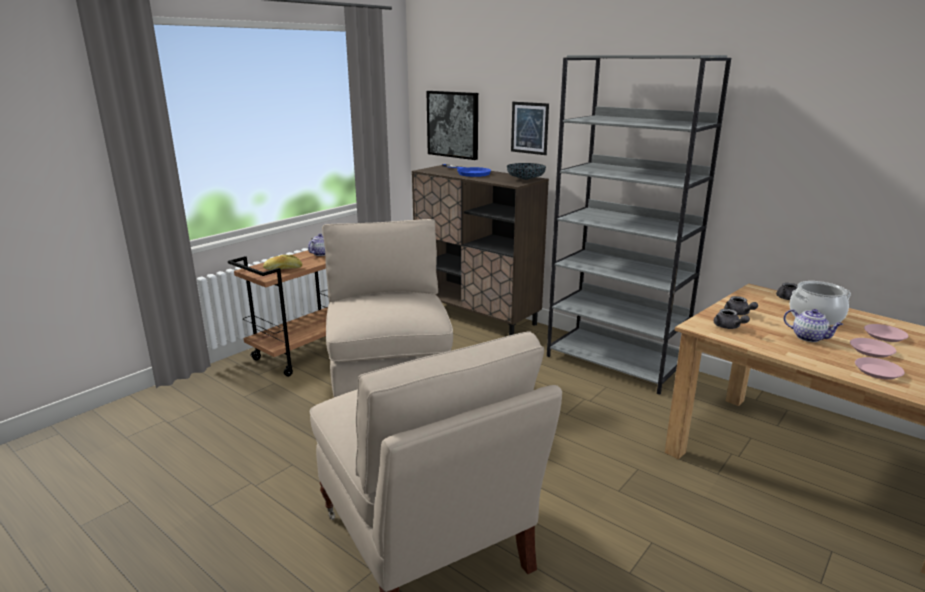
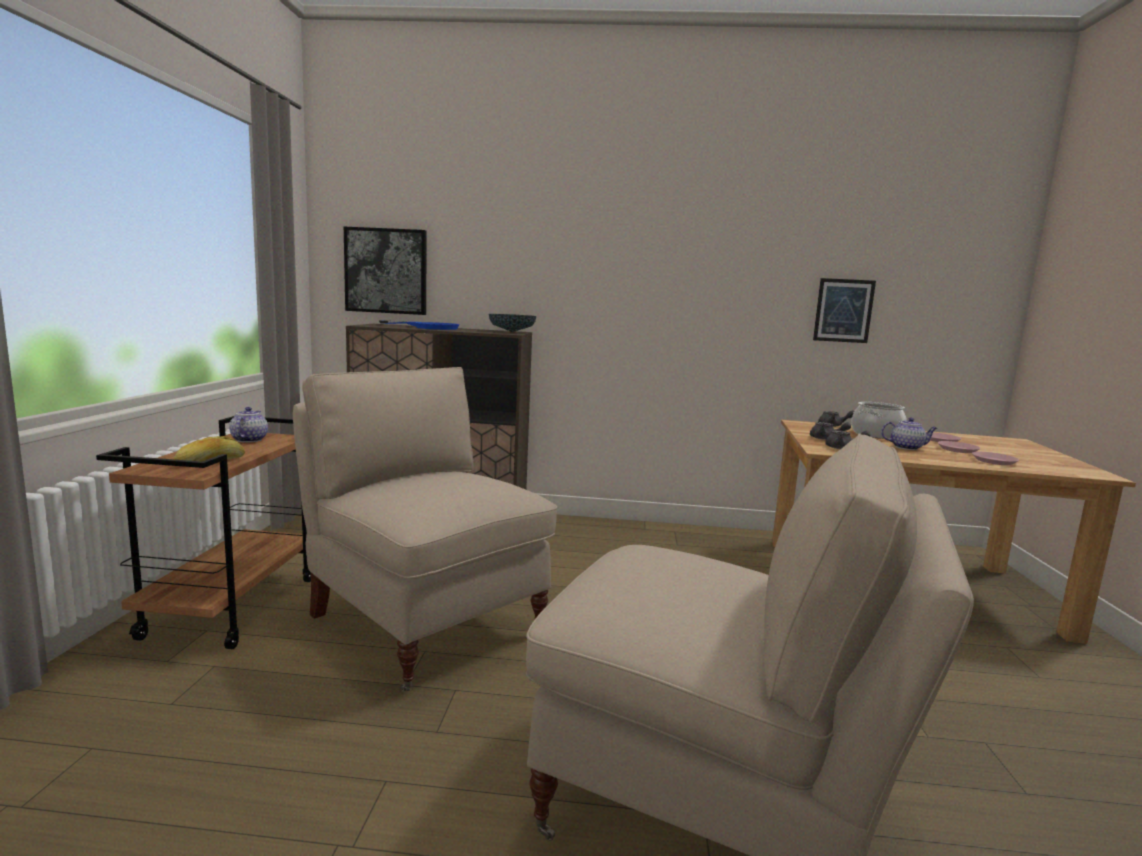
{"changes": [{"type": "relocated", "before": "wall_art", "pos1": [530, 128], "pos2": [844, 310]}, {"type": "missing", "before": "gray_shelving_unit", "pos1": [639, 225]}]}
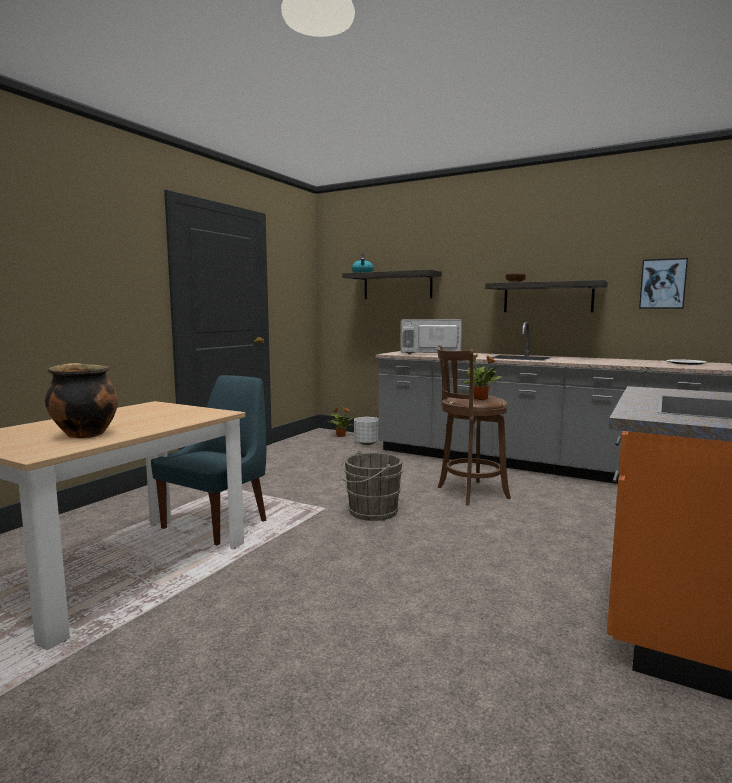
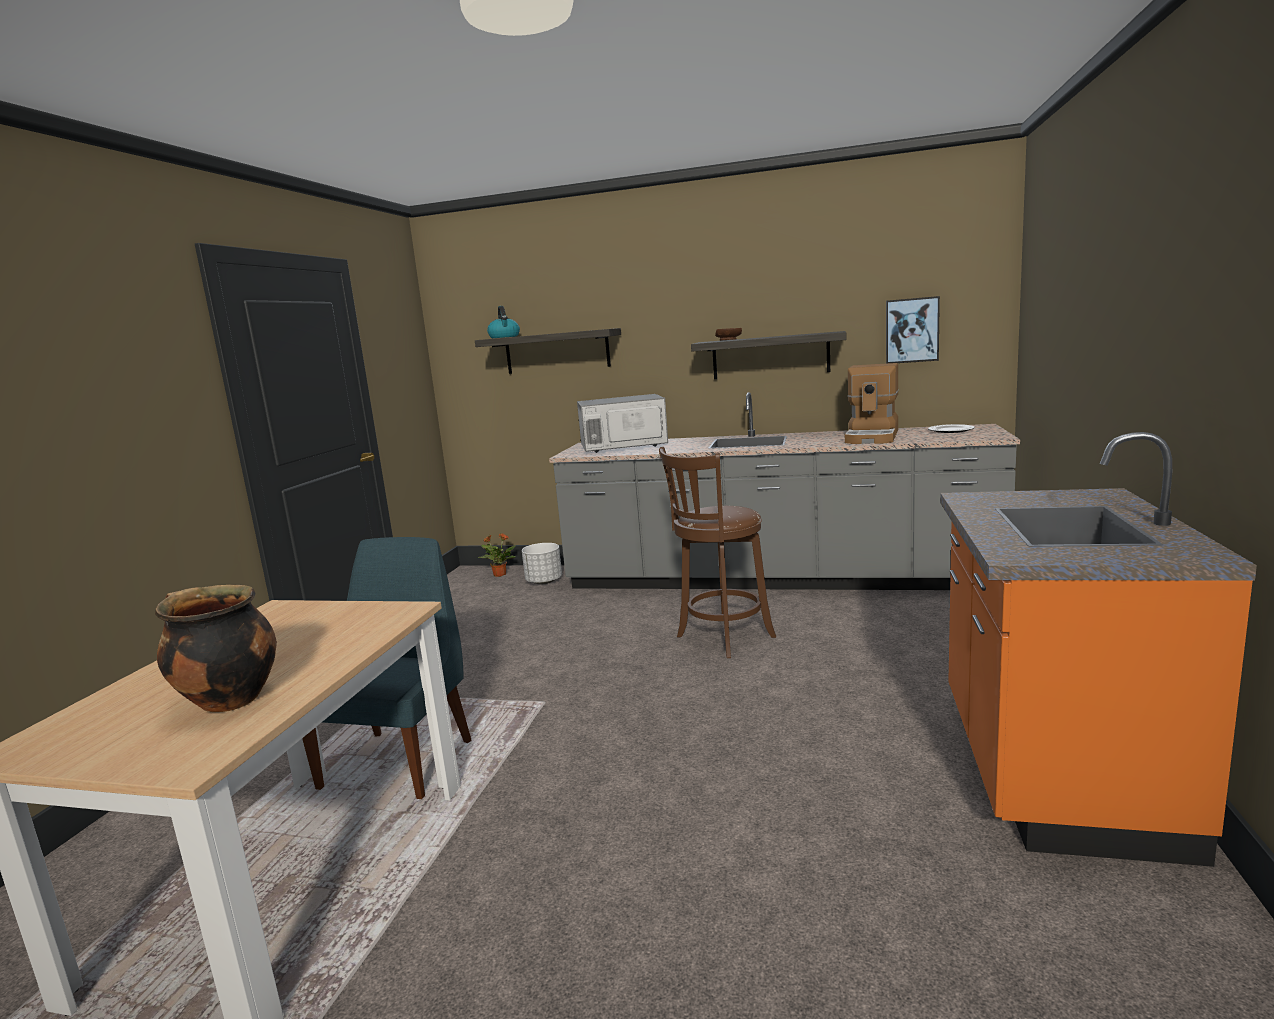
{"changes": [{"type": "missing", "before": "gray_bucket", "pos1": [370, 486]}, {"type": "missing", "before": "potted_plant", "pos1": [482, 377]}, {"type": "appeared", "after": "coffee_machine", "pos2": [872, 403]}]}
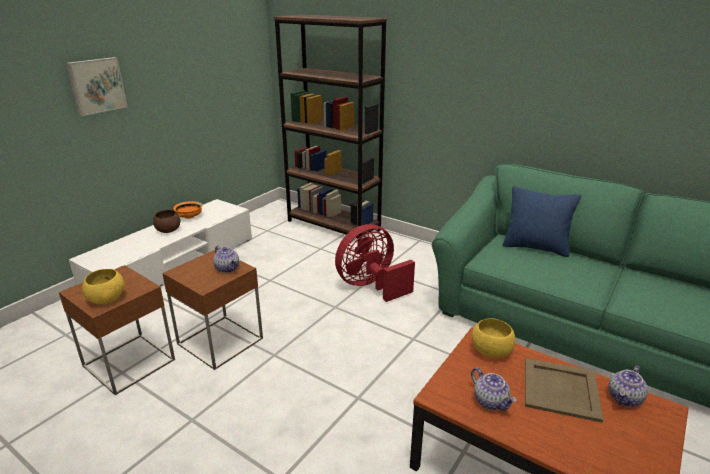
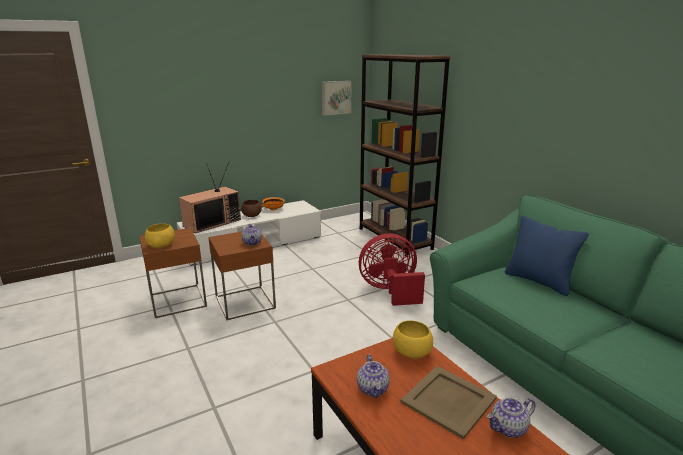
{"changes": [{"type": "relocated", "before": "wall_art", "pos1": [96, 86], "pos2": [336, 98]}, {"type": "appeared", "after": "TV_set", "pos2": [210, 197]}]}
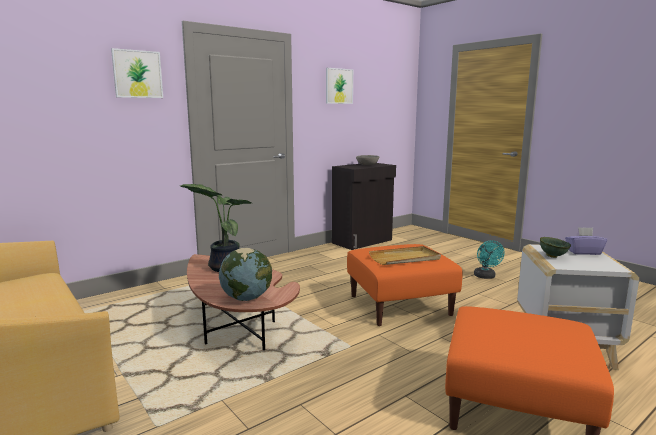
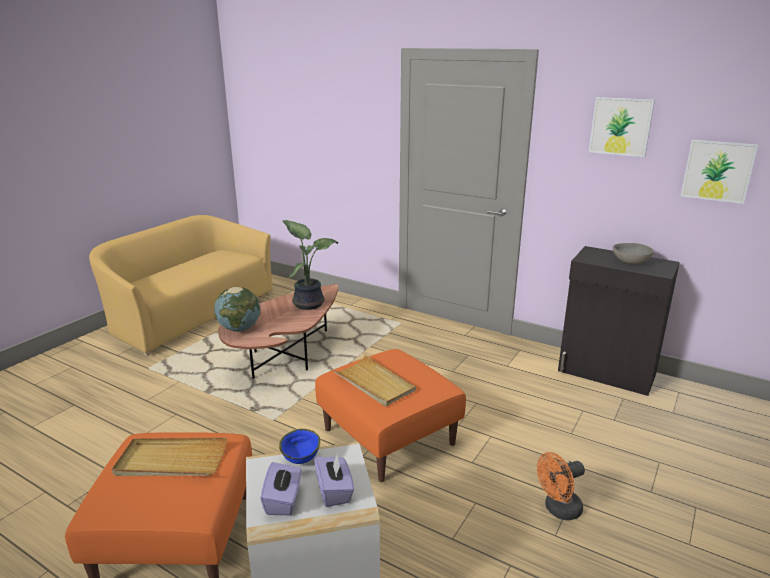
{"changes": [{"type": "relocated", "before": "wall_art", "pos1": [137, 73], "pos2": [719, 172]}, {"type": "colour", "before": "blue-green_cooling_fan", "after": "orange_cooling_fan", "pos1": [489, 259], "pos2": [561, 486]}, {"type": "colour", "before": "greenish_serving_bowl", "after": "bluish_serving_bowl", "pos1": [555, 247], "pos2": [299, 446]}, {"type": "appeared", "after": "beige_tray", "pos2": [169, 456]}, {"type": "appeared", "after": "purplish_tissue_box", "pos2": [281, 488]}]}
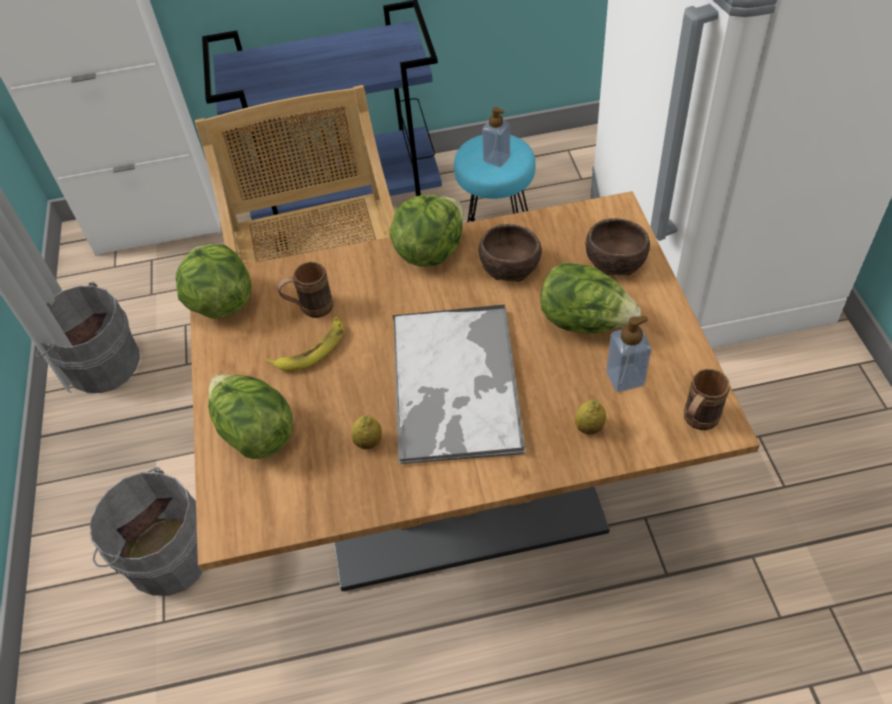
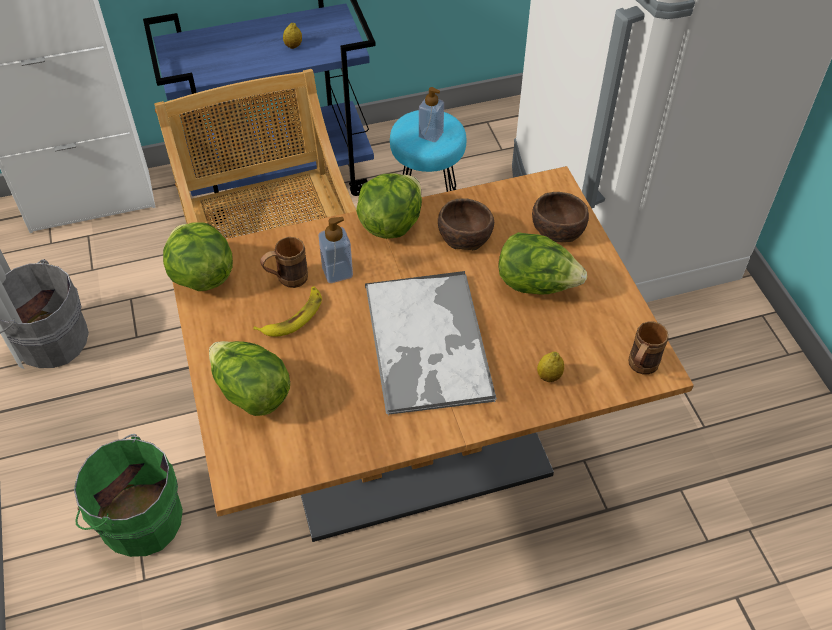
{"changes": [{"type": "colour", "before": "gray_bucket", "after": "greenish_bucket", "pos1": [147, 531], "pos2": [128, 495]}, {"type": "relocated", "before": "citrus_fruit", "pos1": [366, 432], "pos2": [292, 36]}, {"type": "relocated", "before": "soap_bottle", "pos1": [628, 354], "pos2": [335, 250]}]}
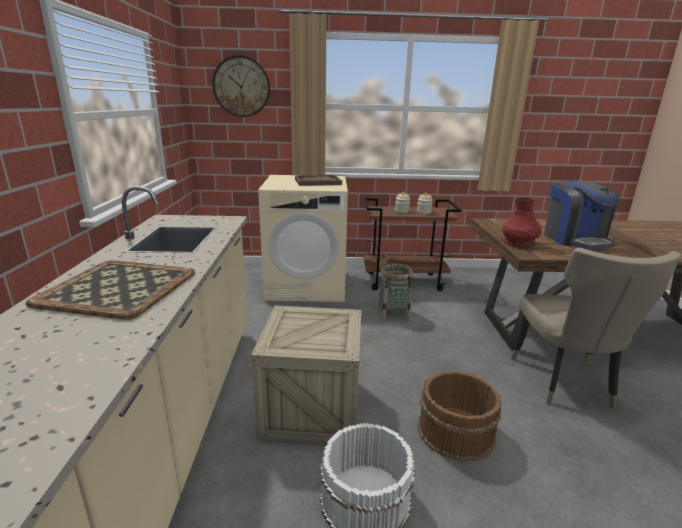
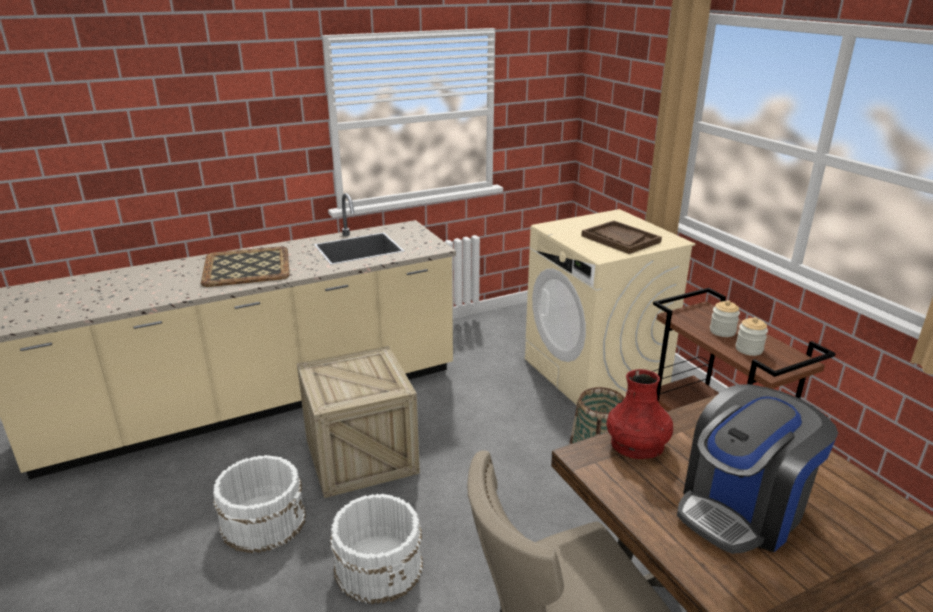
{"changes": [{"type": "missing", "before": "clock_on_the_wall", "pos1": [241, 86]}, {"type": "colour", "before": "brownish_bucket", "after": "white_bucket", "pos1": [459, 416], "pos2": [376, 549]}]}
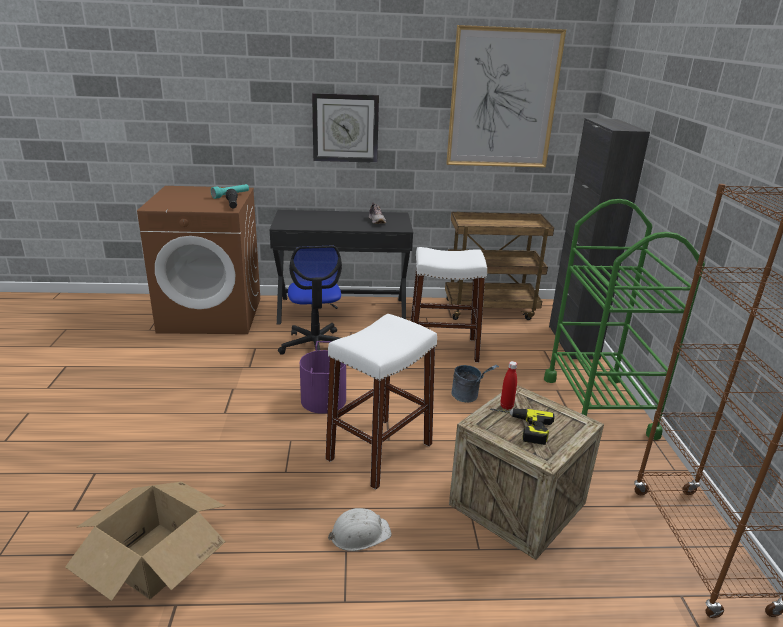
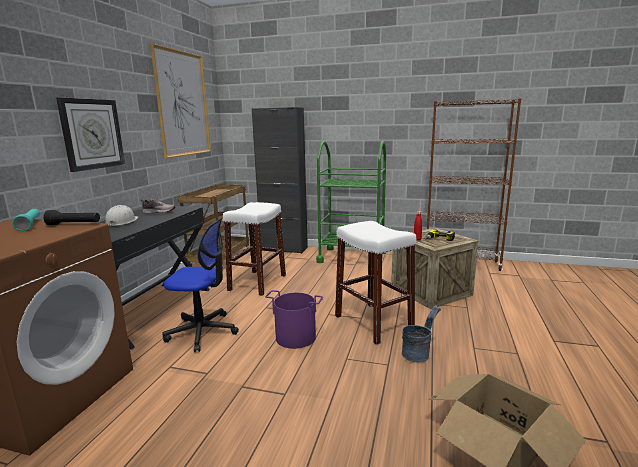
{"changes": [{"type": "relocated", "before": "white_work_helmet", "pos1": [360, 529], "pos2": [121, 216]}, {"type": "relocated", "before": "gray_bucket", "pos1": [475, 383], "pos2": [421, 333]}]}
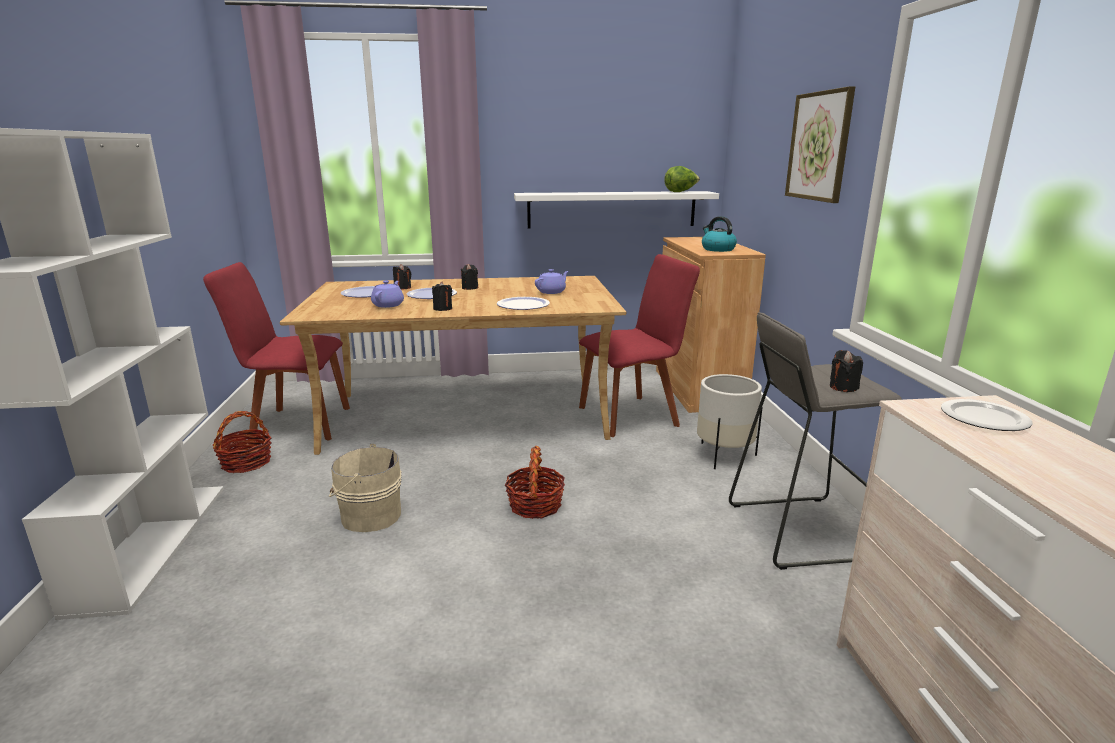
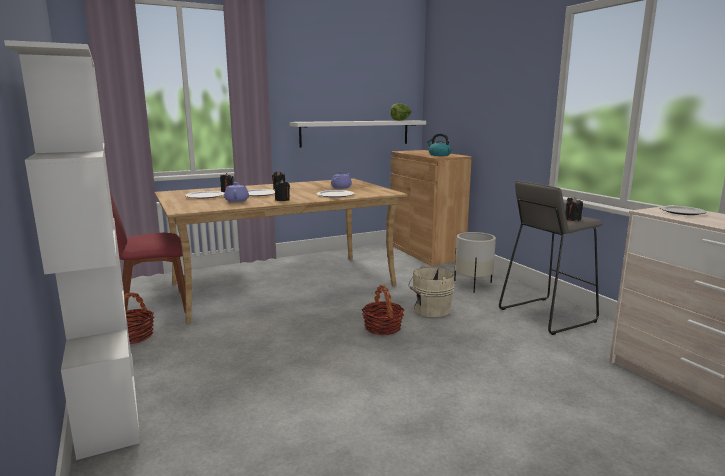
{"changes": [{"type": "relocated", "before": "beige_bucket", "pos1": [365, 487], "pos2": [431, 291]}, {"type": "missing", "before": "reddish_chair", "pos1": [639, 345]}, {"type": "missing", "before": "wall_art", "pos1": [820, 144]}]}
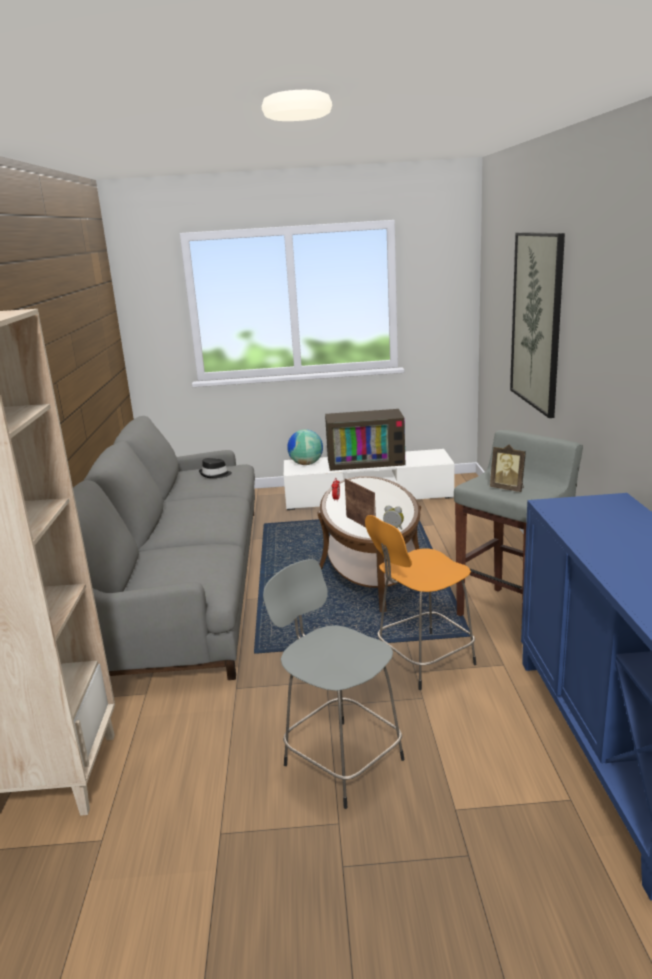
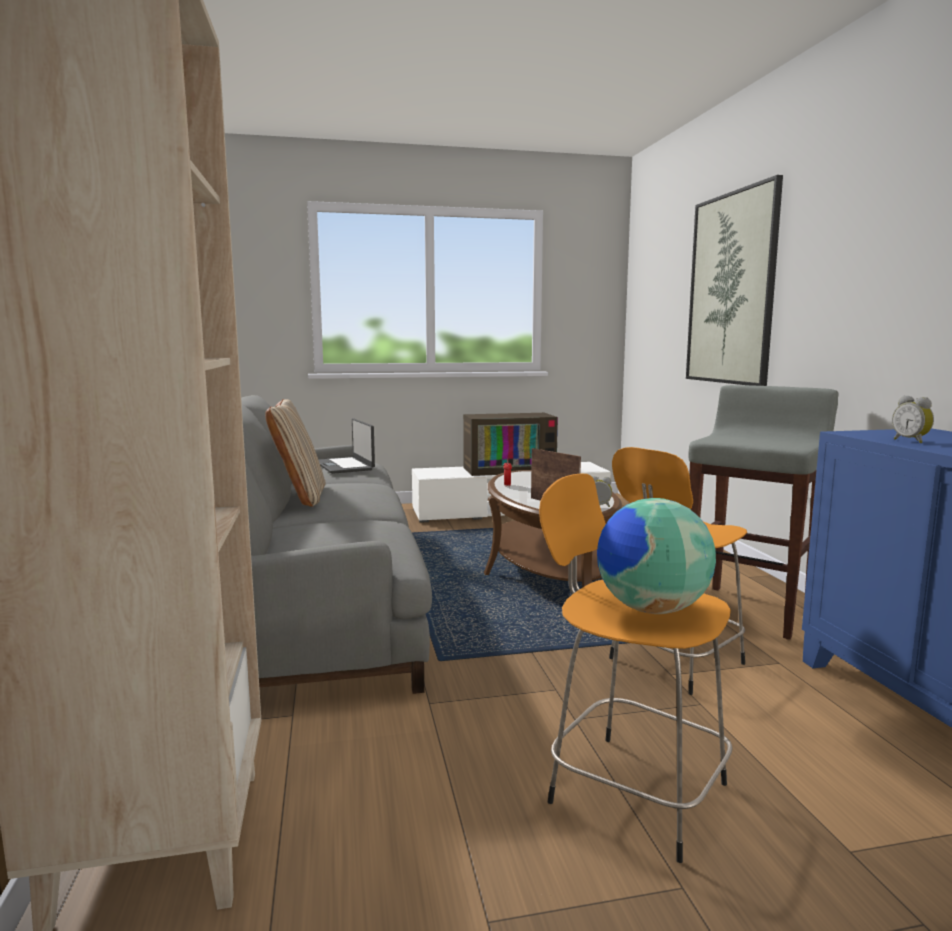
{"changes": [{"type": "exchanged", "before": "blackish_clothing_hat", "after": "portable_computer", "pos1": [215, 468], "pos2": [346, 446]}, {"type": "colour", "before": "gray_stool_seat", "after": "orange_stool_seat", "pos1": [334, 684], "pos2": [635, 668]}, {"type": "relocated", "before": "world_globe", "pos1": [305, 447], "pos2": [656, 556]}, {"type": "missing", "before": "photo_frame", "pos1": [508, 468]}, {"type": "appeared", "after": "beige_pillow", "pos2": [295, 453]}, {"type": "appeared", "after": "table_clock", "pos2": [913, 419]}]}
